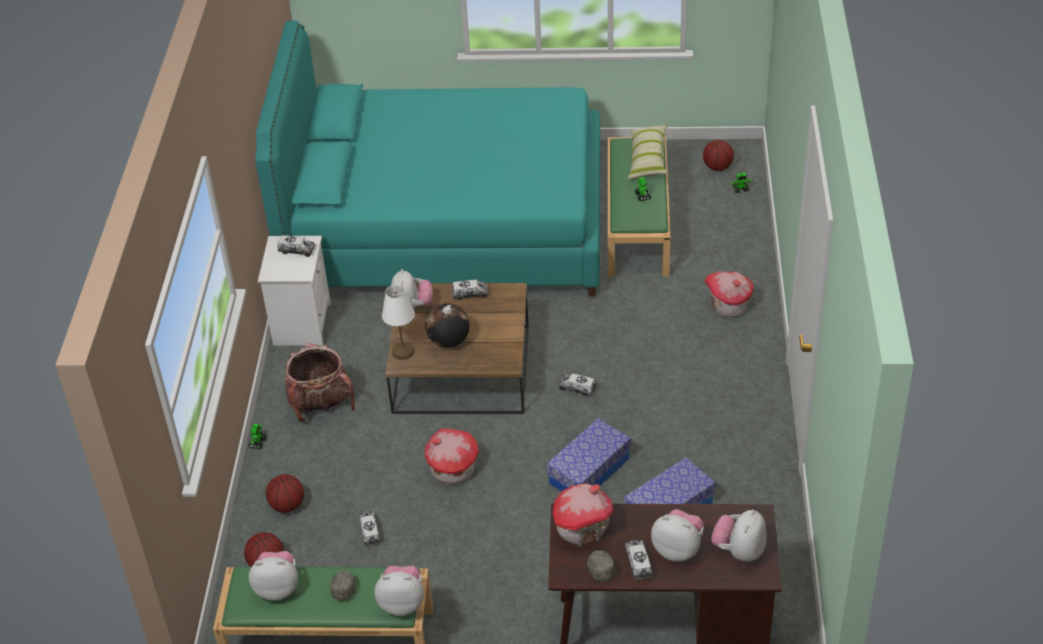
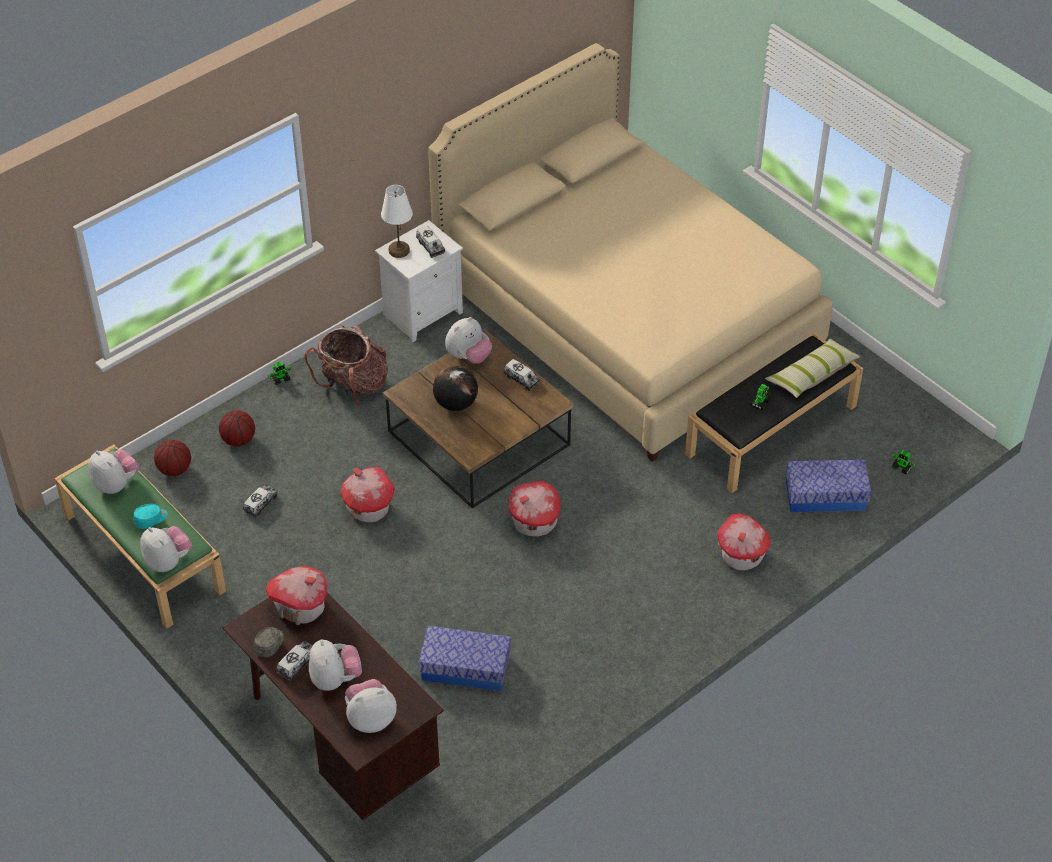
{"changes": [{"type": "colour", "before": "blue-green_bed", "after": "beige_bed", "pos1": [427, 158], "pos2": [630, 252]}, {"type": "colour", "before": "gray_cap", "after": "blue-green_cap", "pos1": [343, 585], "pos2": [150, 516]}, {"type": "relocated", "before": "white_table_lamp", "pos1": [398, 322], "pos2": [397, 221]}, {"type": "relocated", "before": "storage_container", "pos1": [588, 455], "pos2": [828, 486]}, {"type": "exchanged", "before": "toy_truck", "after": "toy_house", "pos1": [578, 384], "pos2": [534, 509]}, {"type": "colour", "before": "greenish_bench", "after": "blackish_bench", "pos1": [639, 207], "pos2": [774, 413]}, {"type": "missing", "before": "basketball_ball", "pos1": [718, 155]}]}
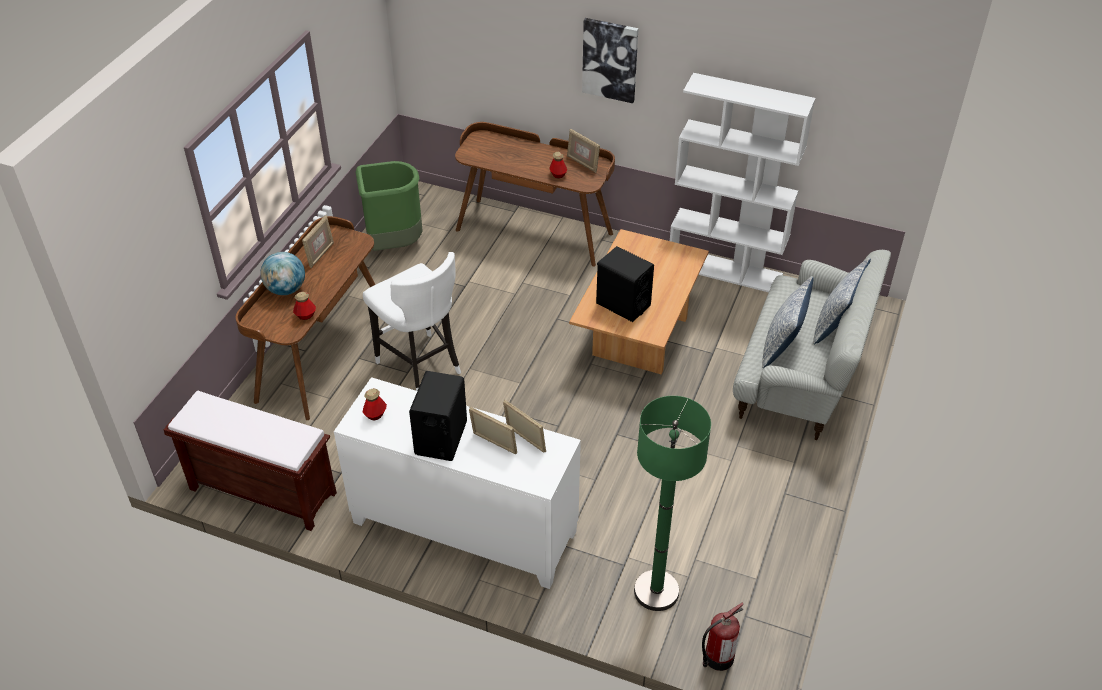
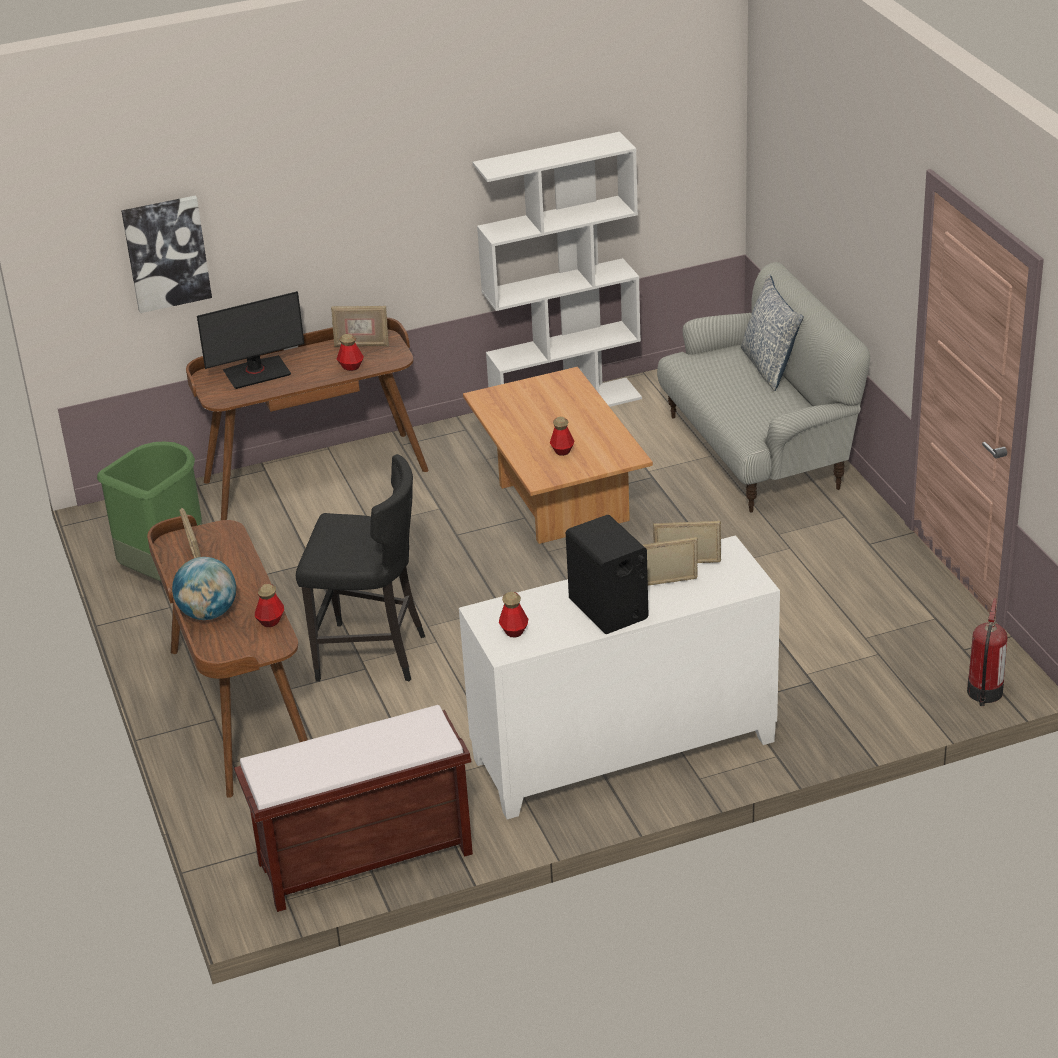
{"changes": [{"type": "colour", "before": "white_stool_seat", "after": "blackish_stool_seat", "pos1": [412, 321], "pos2": [360, 568]}, {"type": "relocated", "before": "wall_art", "pos1": [610, 60], "pos2": [166, 254]}, {"type": "exchanged", "before": "blackish_audio_speaker", "after": "bottle", "pos1": [625, 284], "pos2": [562, 436]}, {"type": "missing", "before": "greenish_standard_lamp", "pos1": [672, 503]}, {"type": "missing", "before": "pillow", "pos1": [788, 322]}, {"type": "appeared", "after": "computer_screen", "pos2": [250, 340]}]}
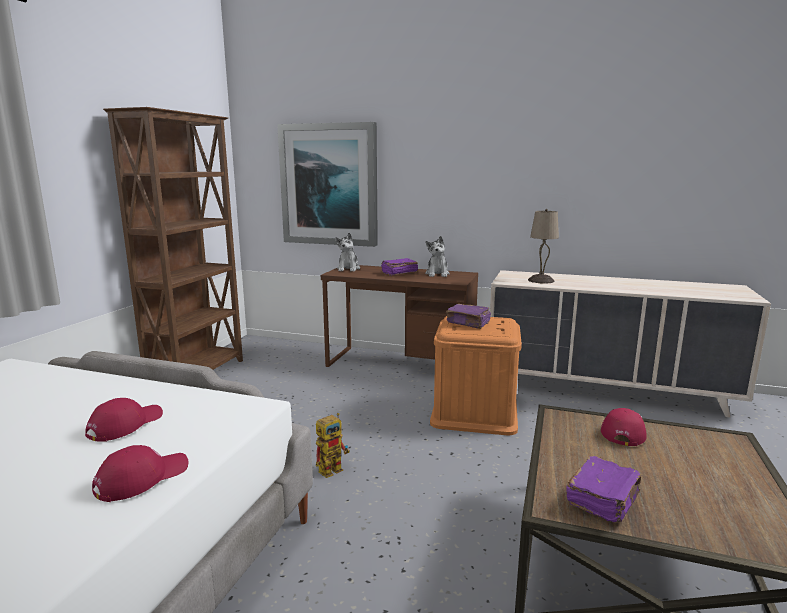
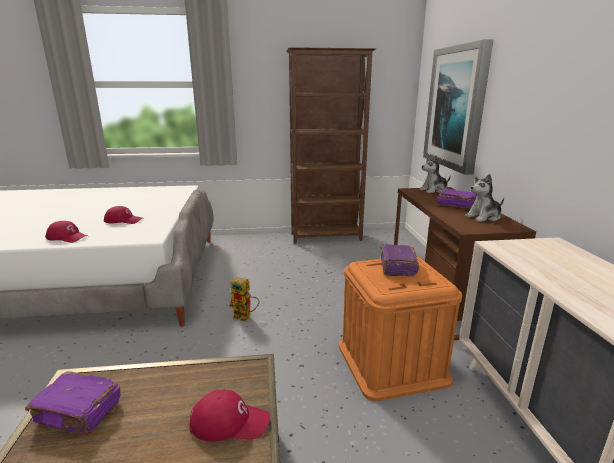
{"changes": [{"type": "missing", "before": "beige_table_lamp", "pos1": [543, 246]}]}
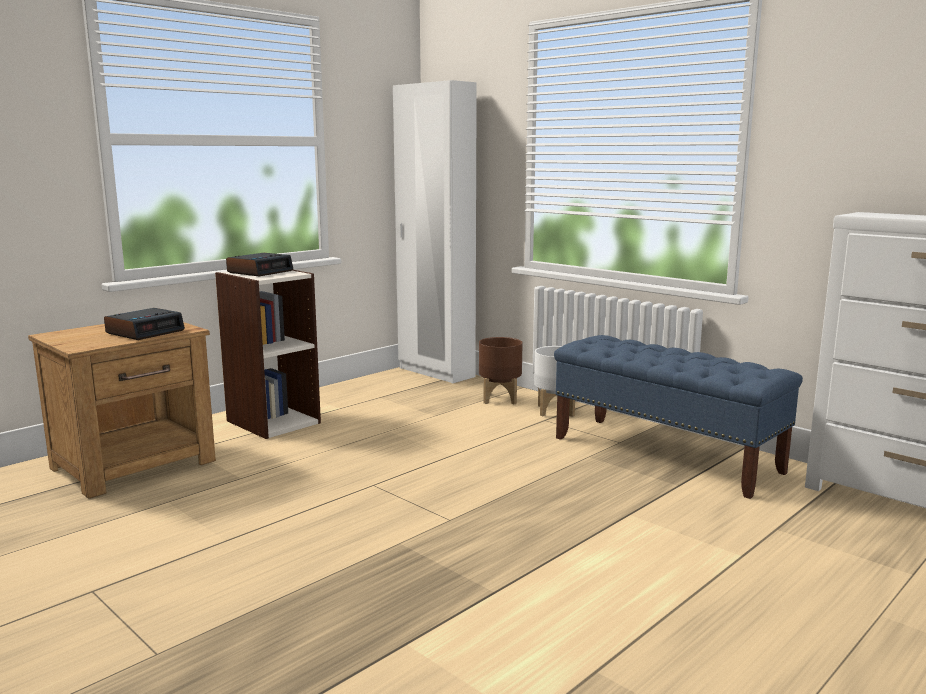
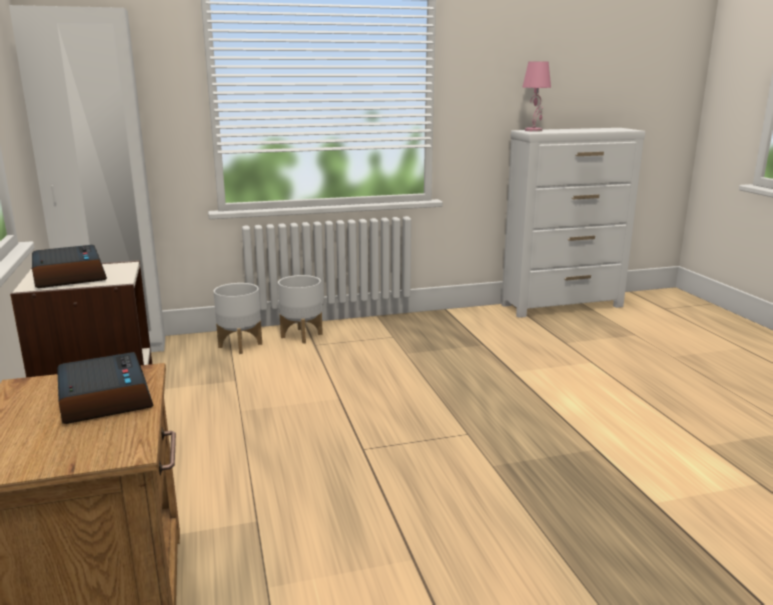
{"changes": [{"type": "colour", "before": "brownish_planter", "after": "white_planter", "pos1": [501, 370], "pos2": [238, 318]}, {"type": "missing", "before": "bluish_bench", "pos1": [678, 417]}, {"type": "appeared", "after": "pinkish_table_lamp", "pos2": [536, 96]}]}
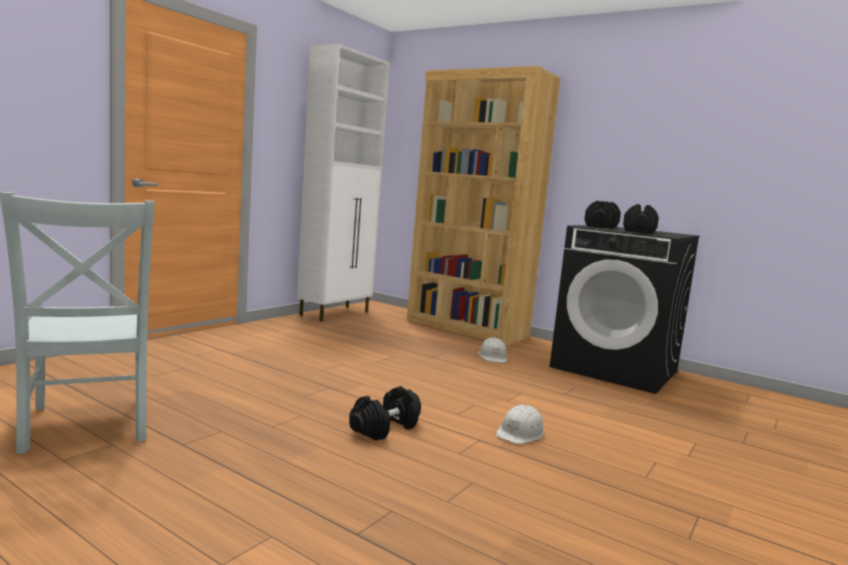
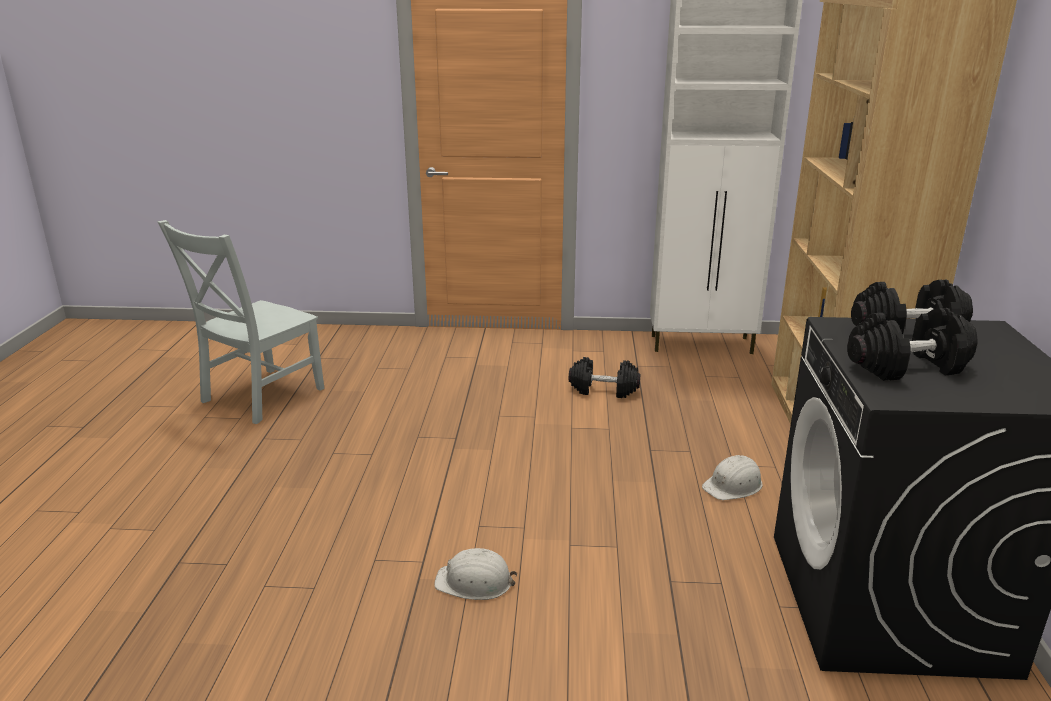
{"changes": [{"type": "relocated", "before": "blackish_dumbbell", "pos1": [385, 413], "pos2": [604, 377]}]}
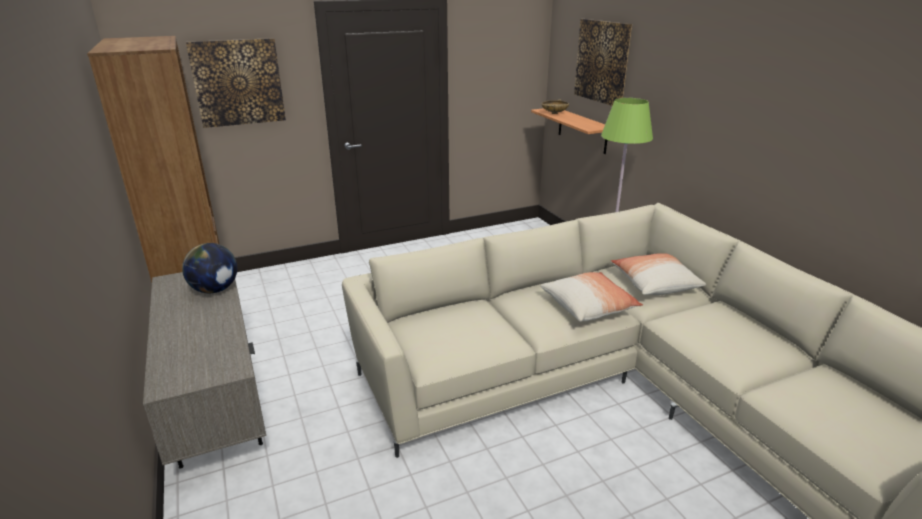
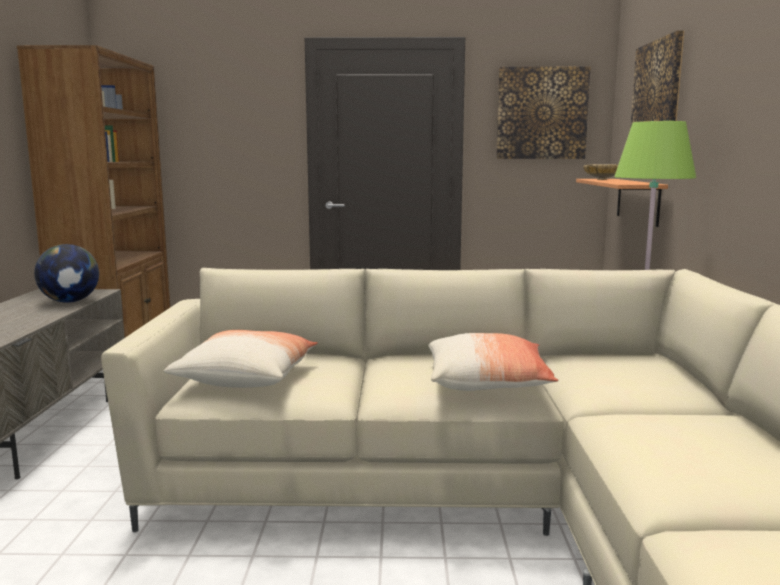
{"changes": [{"type": "relocated", "before": "wall_art", "pos1": [236, 83], "pos2": [543, 113]}, {"type": "relocated", "before": "pillow", "pos1": [658, 274], "pos2": [241, 359]}]}
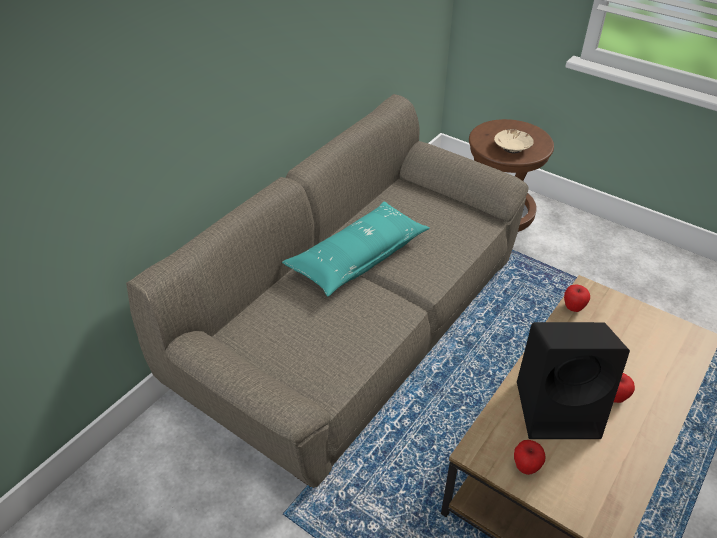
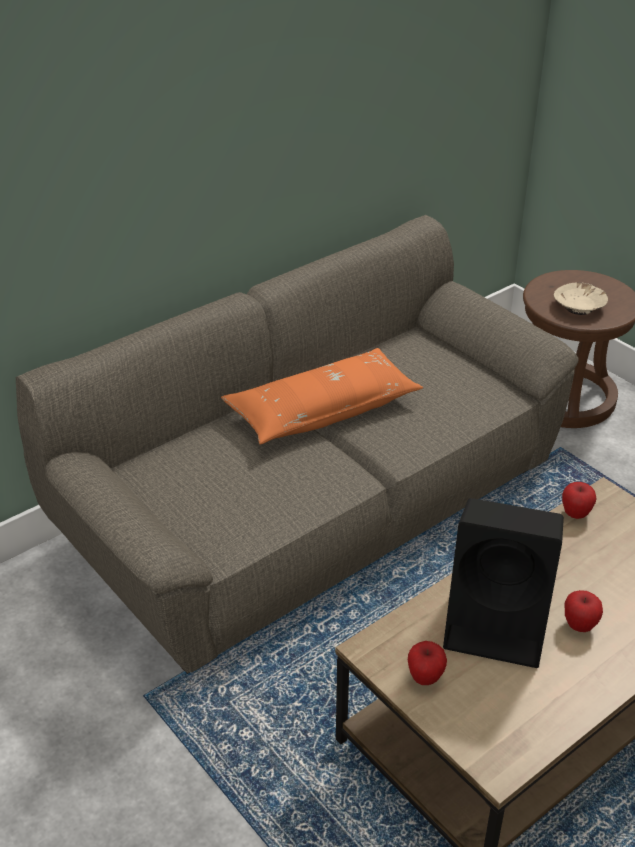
{"changes": [{"type": "colour", "before": "blue-green_pillow", "after": "orange_pillow", "pos1": [356, 249], "pos2": [322, 396]}]}
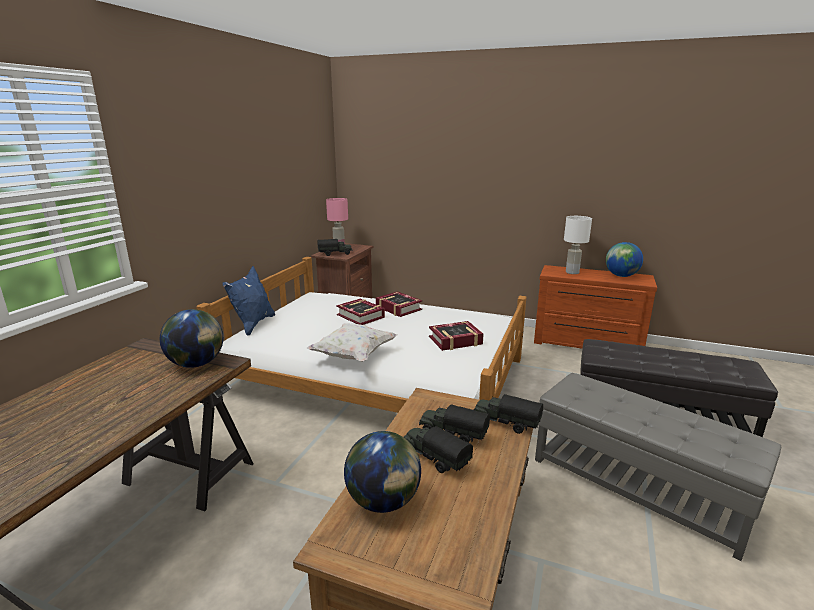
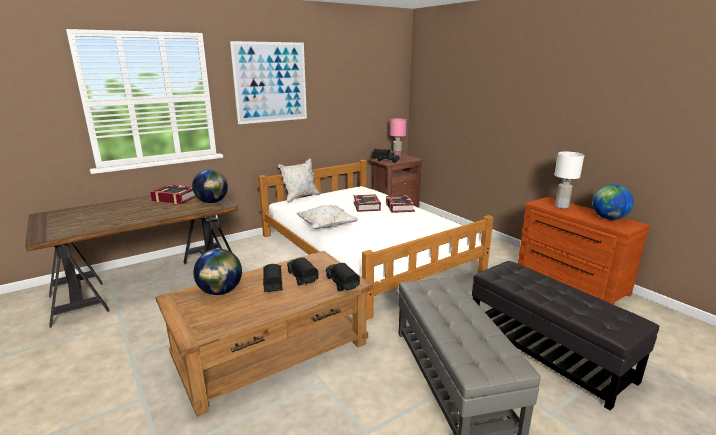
{"changes": [{"type": "colour", "before": "bluish_pillow", "after": "white_pillow", "pos1": [249, 301], "pos2": [299, 180]}, {"type": "relocated", "before": "bound_book", "pos1": [456, 336], "pos2": [173, 194]}, {"type": "appeared", "after": "wall_art", "pos2": [268, 82]}]}
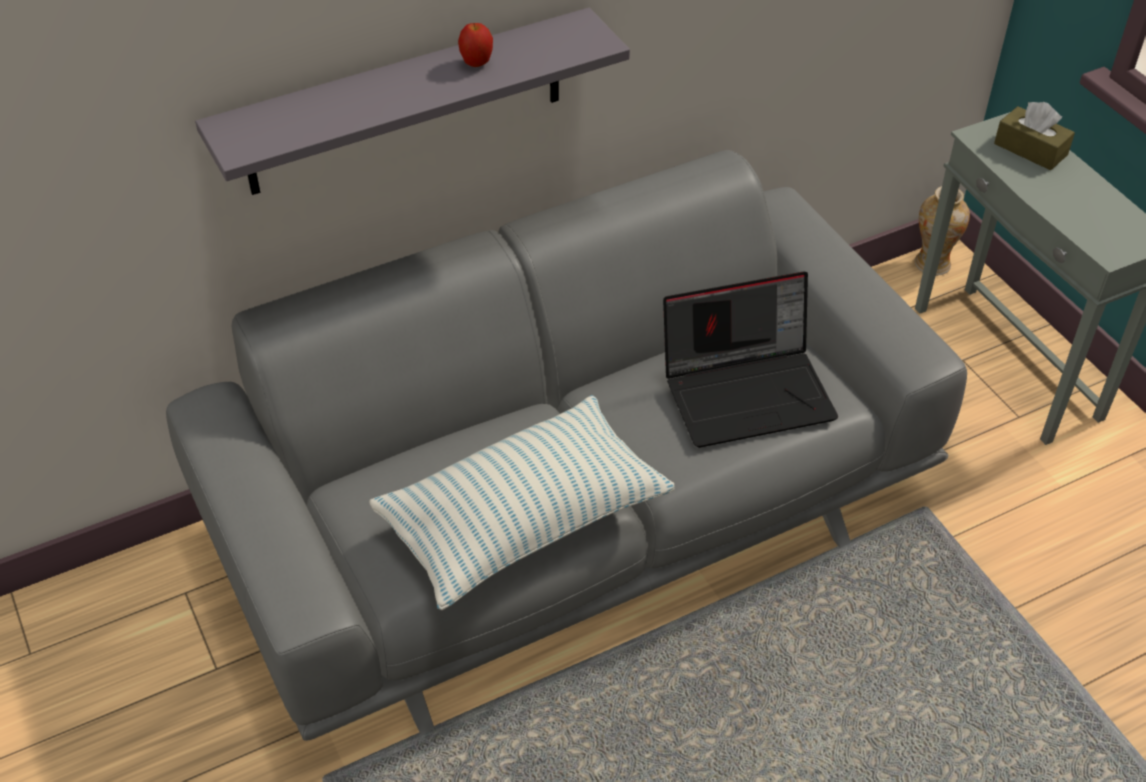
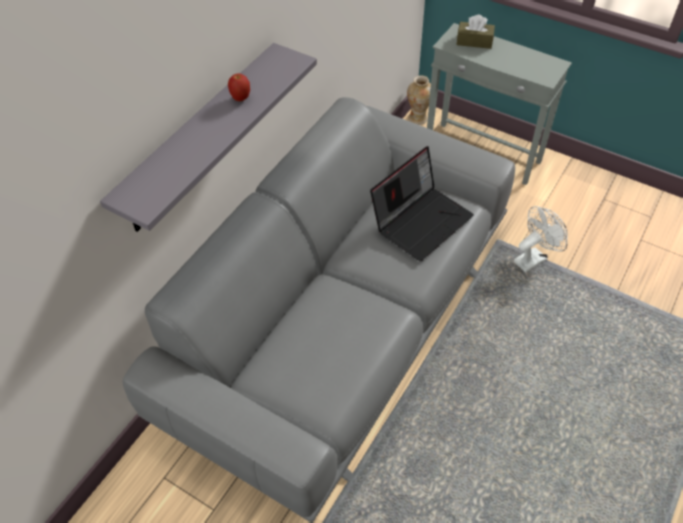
{"changes": [{"type": "missing", "before": "pillow", "pos1": [521, 502]}, {"type": "appeared", "after": "white_cooling_fan", "pos2": [541, 239]}]}
